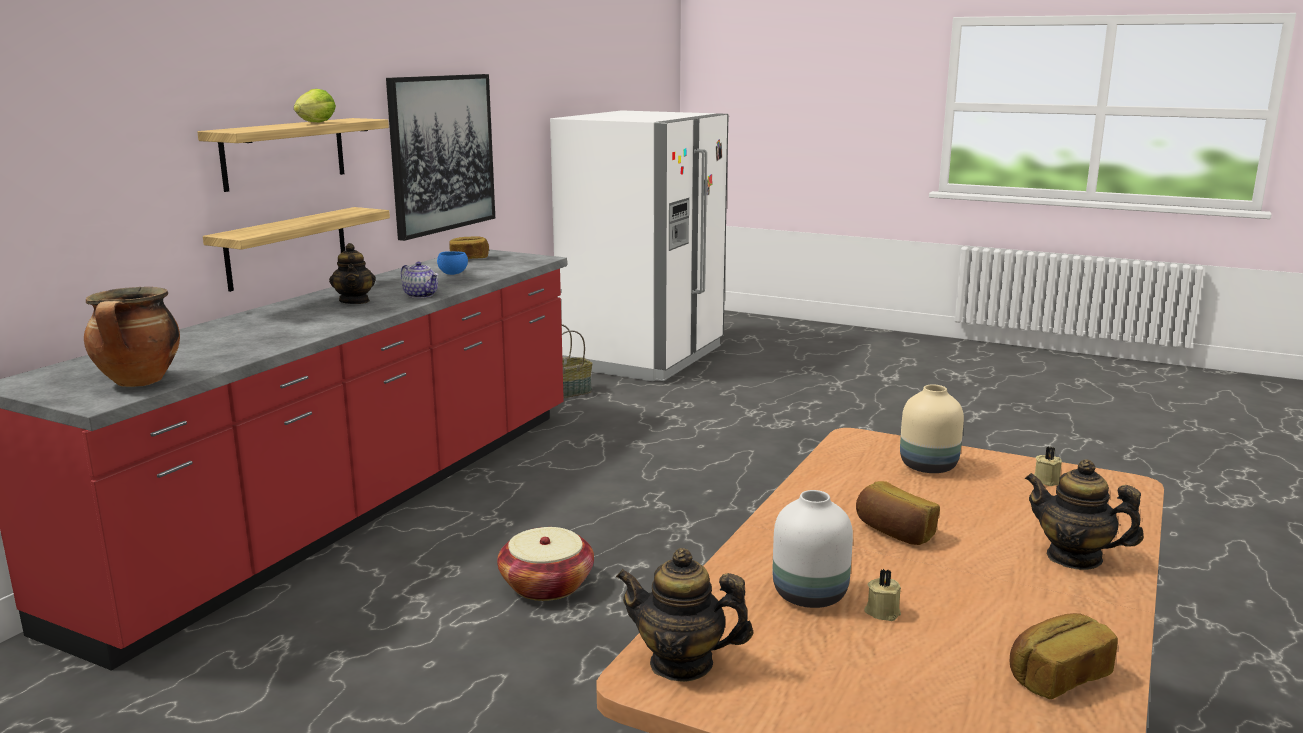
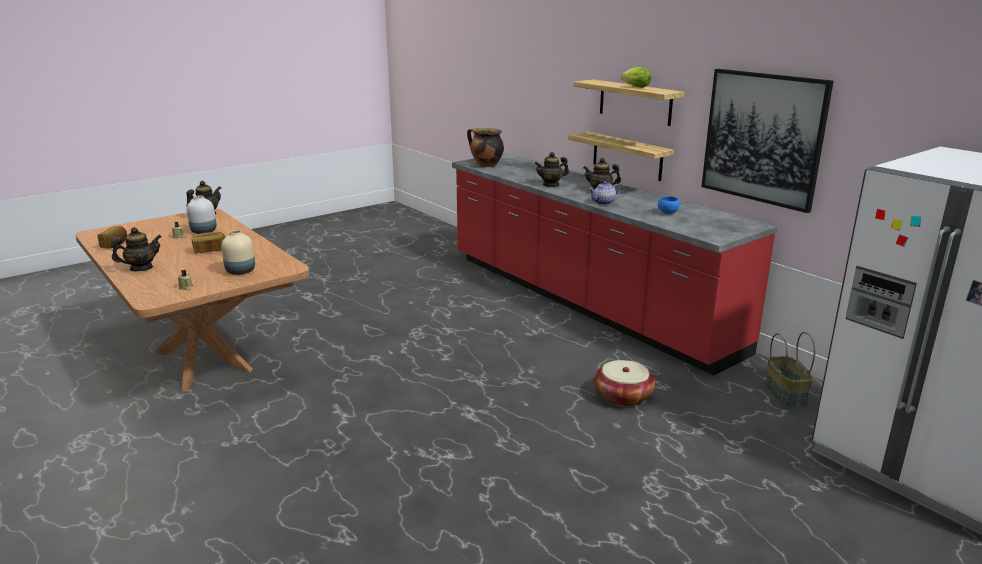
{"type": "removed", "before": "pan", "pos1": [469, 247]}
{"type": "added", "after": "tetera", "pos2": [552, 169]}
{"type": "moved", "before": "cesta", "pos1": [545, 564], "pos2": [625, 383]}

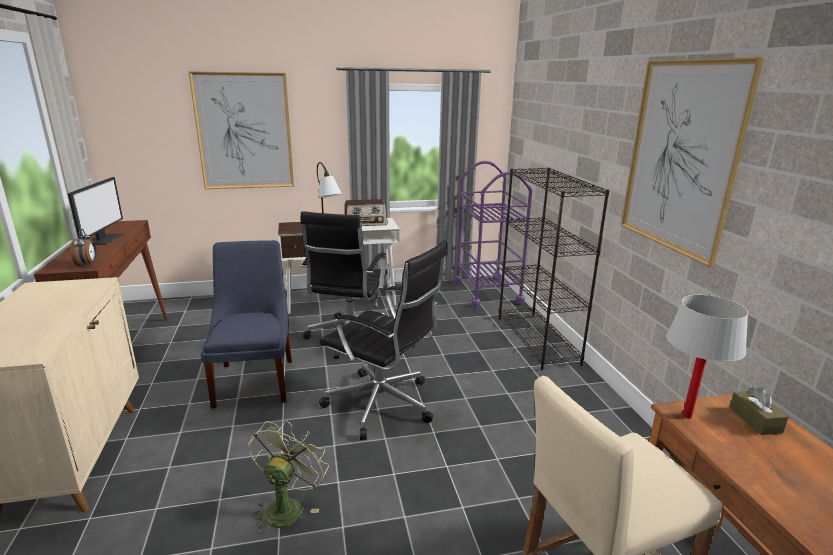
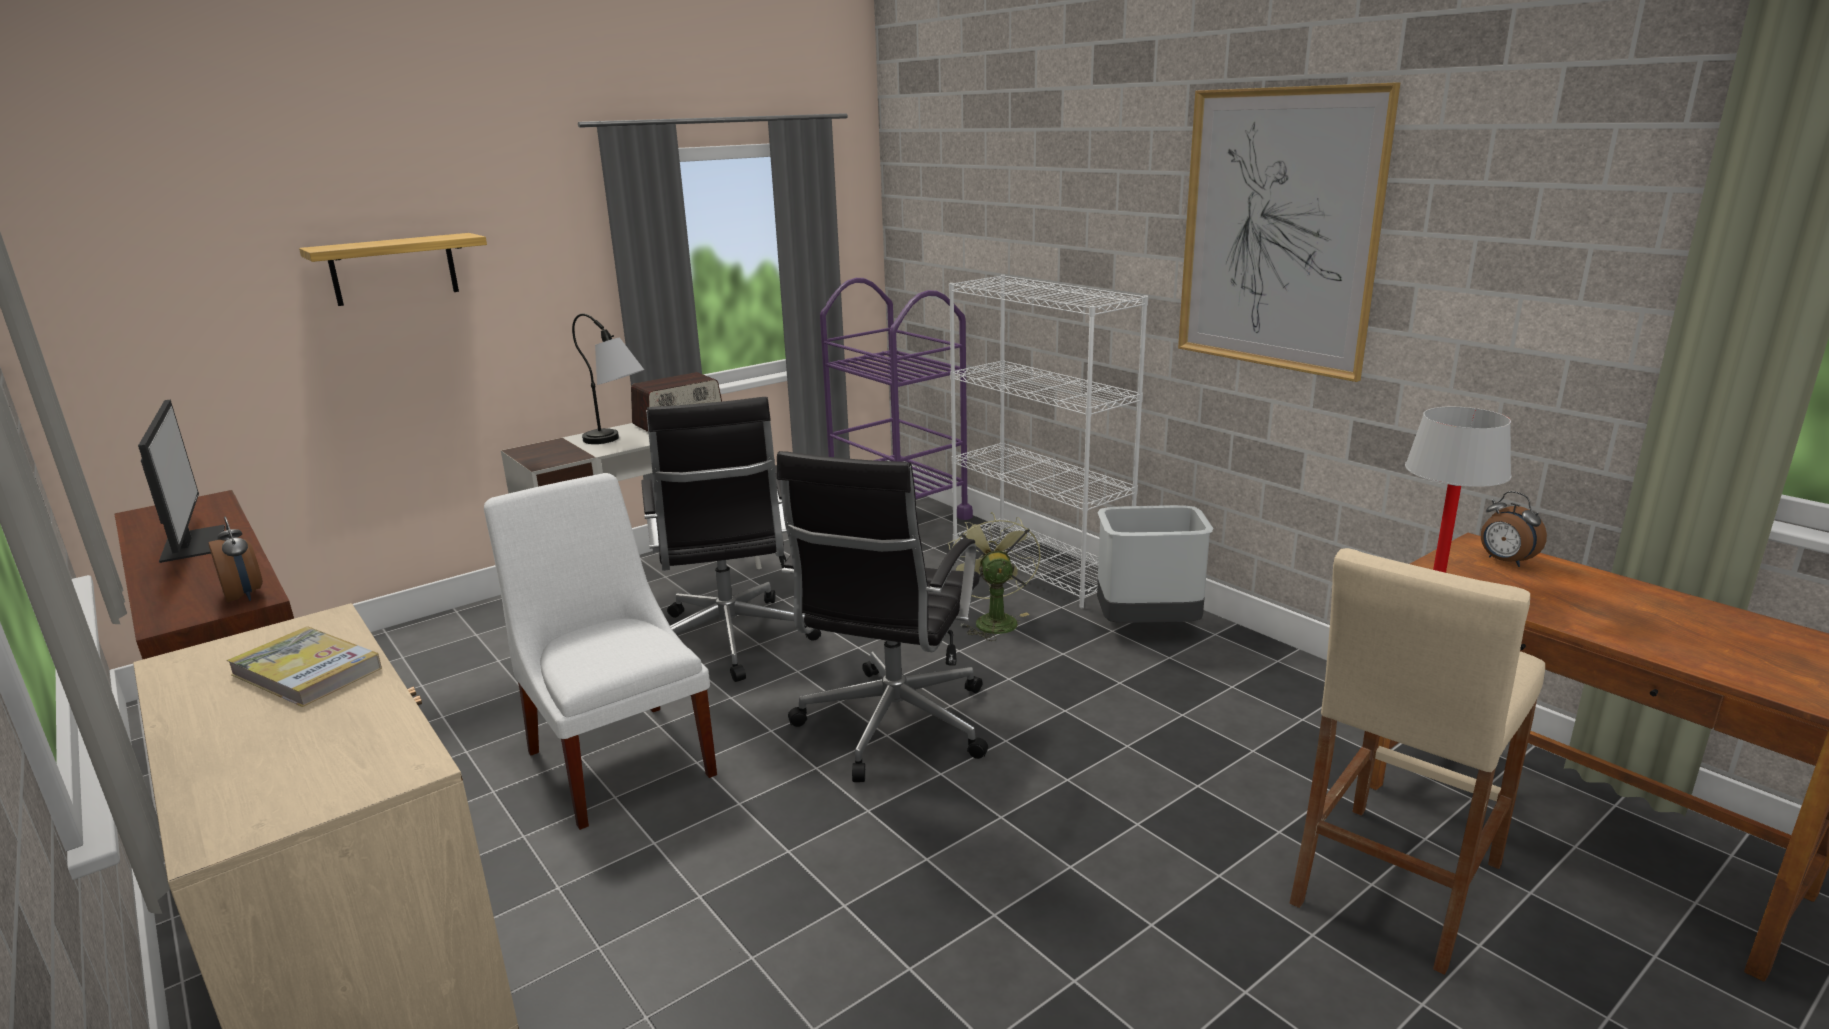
{"type": "added", "after": "libro", "pos2": [304, 666]}
{"type": "added", "after": "papelera/gris", "pos2": [1155, 566]}
{"type": "moved", "before": "ventilador/verde", "pos1": [288, 477], "pos2": [994, 576]}
{"type": "replaced", "before": "cuadro", "after": "estante", "pos1": [241, 130], "pos2": [393, 269]}
{"type": "replaced", "before": "caja de pañuelos/marrón", "after": "despertador", "pos1": [759, 411], "pos2": [1514, 529]}
{"type": "recoloured", "before": "silla/azul", "after": "silla/blanco", "pos1": [246, 324], "pos2": [600, 651]}
{"type": "recoloured", "before": "estantería/negro", "after": "estantería/blanco", "pos1": [554, 269], "pos2": [1048, 441]}
{"type": "turned", "before": "silla de oficina/negro", "pos1": [383, 340], "pos2": [882, 616], "turn": 105}

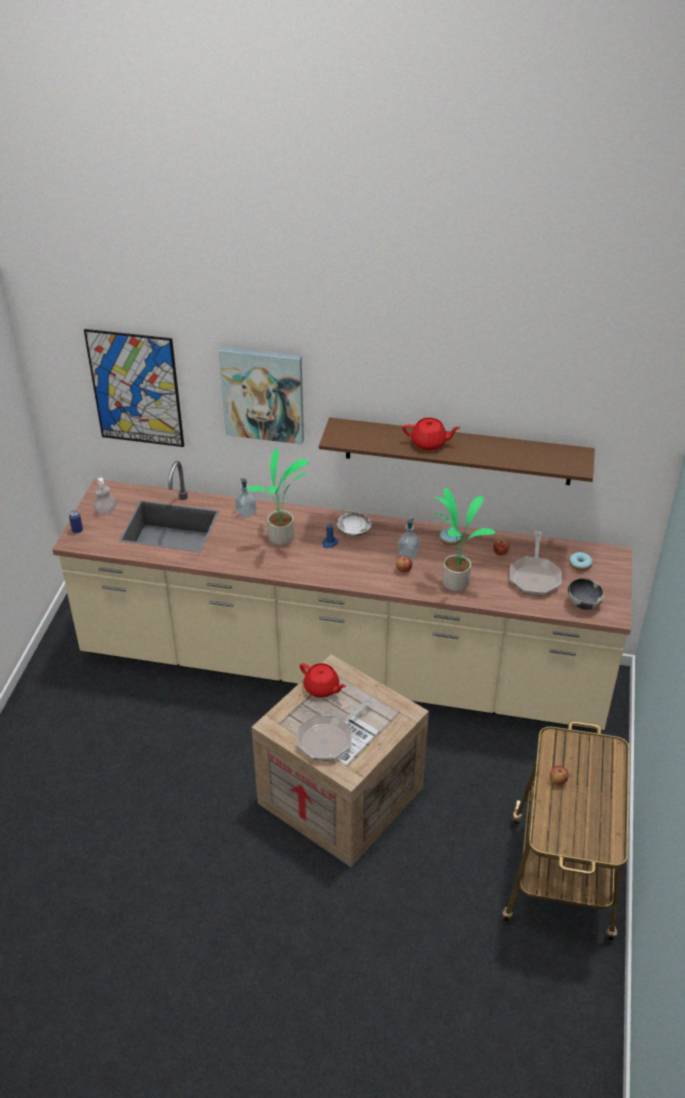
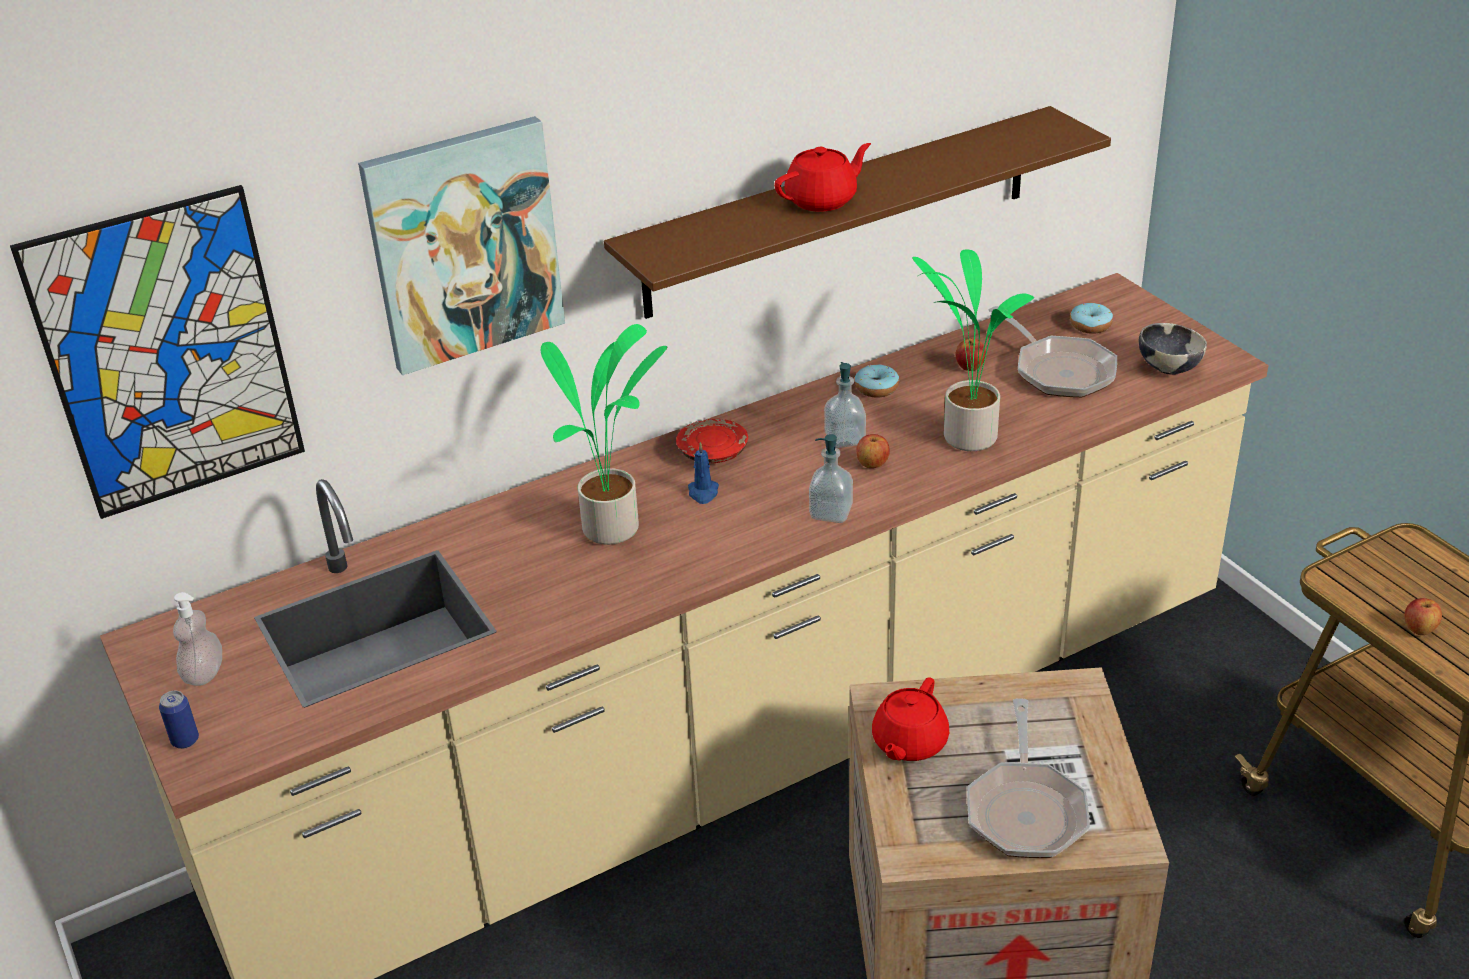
{"type": "moved", "before": "dispensador de jabón", "pos1": [246, 498], "pos2": [831, 478]}
{"type": "recoloured", "before": "plato/blanco", "after": "plato/rojo", "pos1": [354, 524], "pos2": [712, 441]}
{"type": "turned", "before": "tetera/rojo", "pos1": [323, 680], "pos2": [910, 719], "turn": 120}

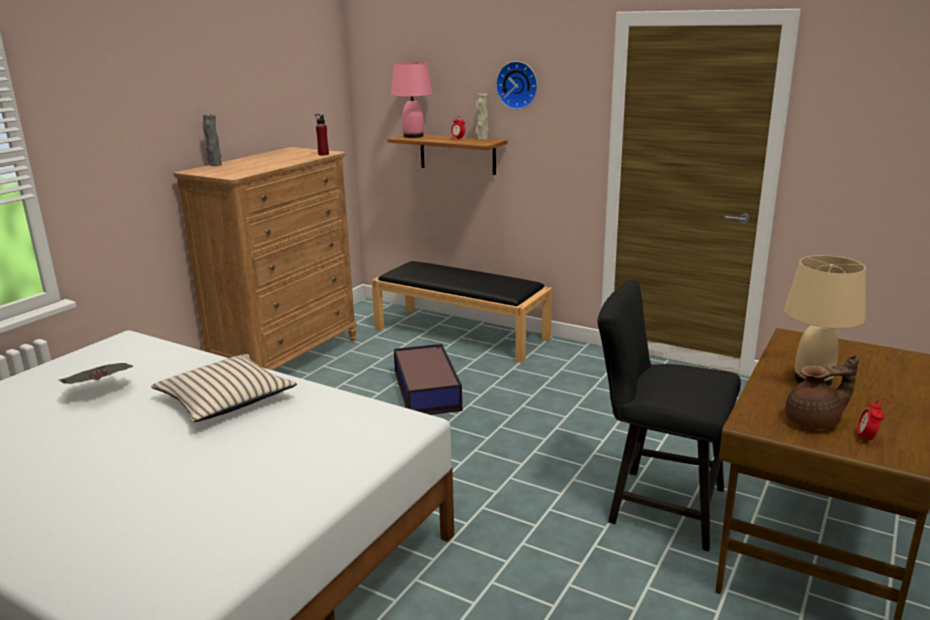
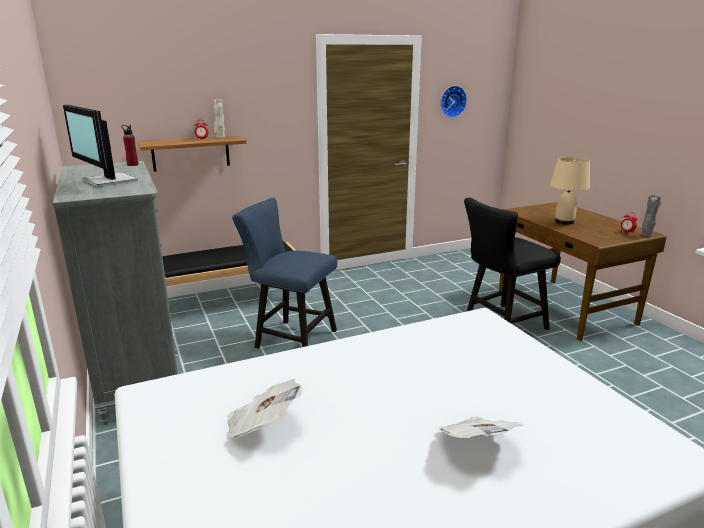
{"type": "removed", "before": "cojín/beis", "pos1": [224, 388]}
{"type": "removed", "before": "lámpara de mesa/rosa", "pos1": [412, 100]}
{"type": "removed", "before": "tetera/marrón", "pos1": [822, 392]}
{"type": "added", "after": "monitor", "pos2": [100, 146]}
{"type": "added", "after": "periódico", "pos2": [481, 427]}
{"type": "moved", "before": "florero/gris", "pos1": [212, 140], "pos2": [651, 216]}
{"type": "moved", "before": "reloj de pared", "pos1": [517, 85], "pos2": [453, 102]}
{"type": "replaced", "before": "caja de almacenaje", "after": "silla/azul", "pos1": [428, 379], "pos2": [284, 273]}
{"type": "recoloured", "before": "cómoda/marrón", "after": "cómoda/gris", "pos1": [265, 258], "pos2": [116, 293]}

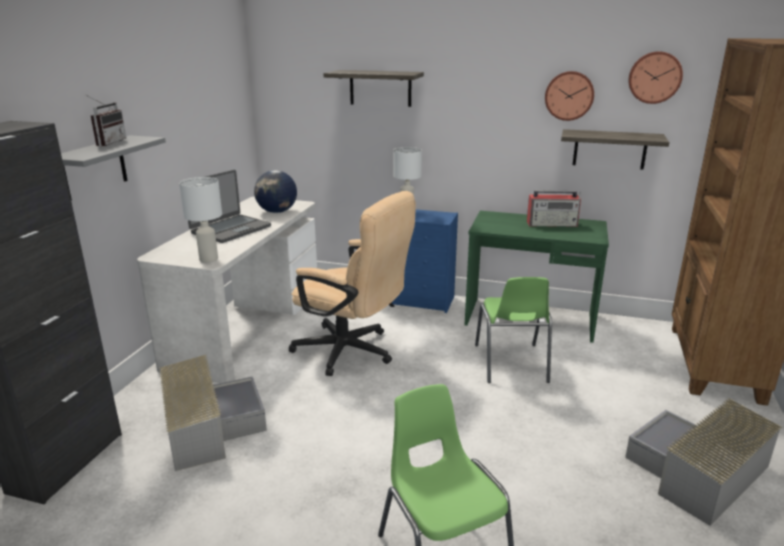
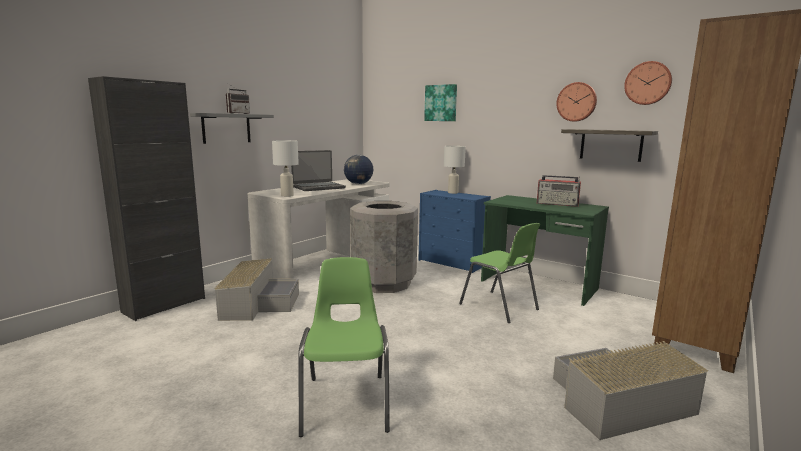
{"type": "replaced", "before": "silla de oficina/beis", "after": "papelera/gris", "pos1": [352, 283], "pos2": [384, 247]}
{"type": "replaced", "before": "estante", "after": "cuadro", "pos1": [374, 88], "pos2": [440, 102]}
{"type": "turned", "before": "silla/verde", "pos1": [513, 330], "pos2": [499, 273], "turn": -60}

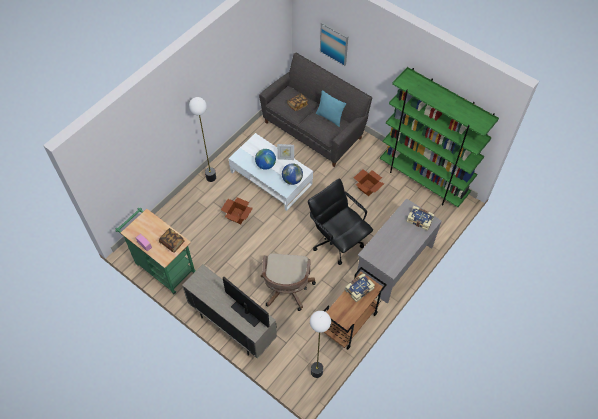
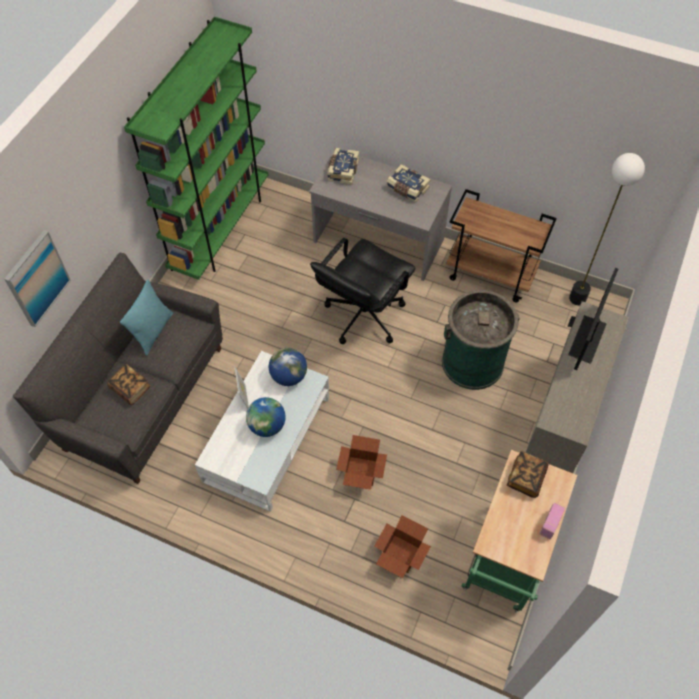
{"type": "removed", "before": "lámpara de pie", "pos1": [202, 139]}
{"type": "moved", "before": "libro", "pos1": [360, 287], "pos2": [408, 183]}
{"type": "moved", "before": "caja de cartón", "pos1": [368, 182], "pos2": [403, 546]}
{"type": "replaced", "before": "silla de oficina/marrón", "after": "papelera/verde", "pos1": [288, 282], "pos2": [481, 340]}

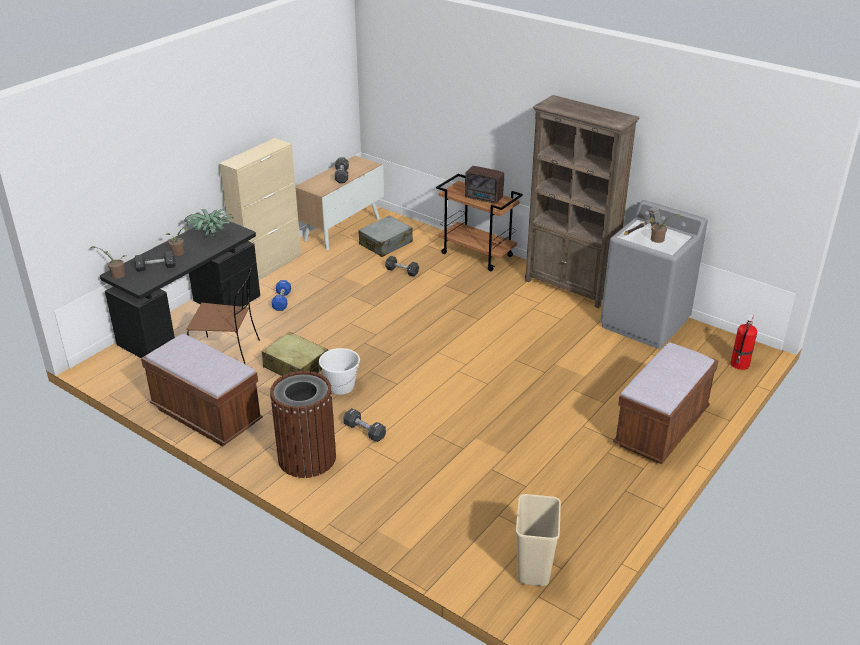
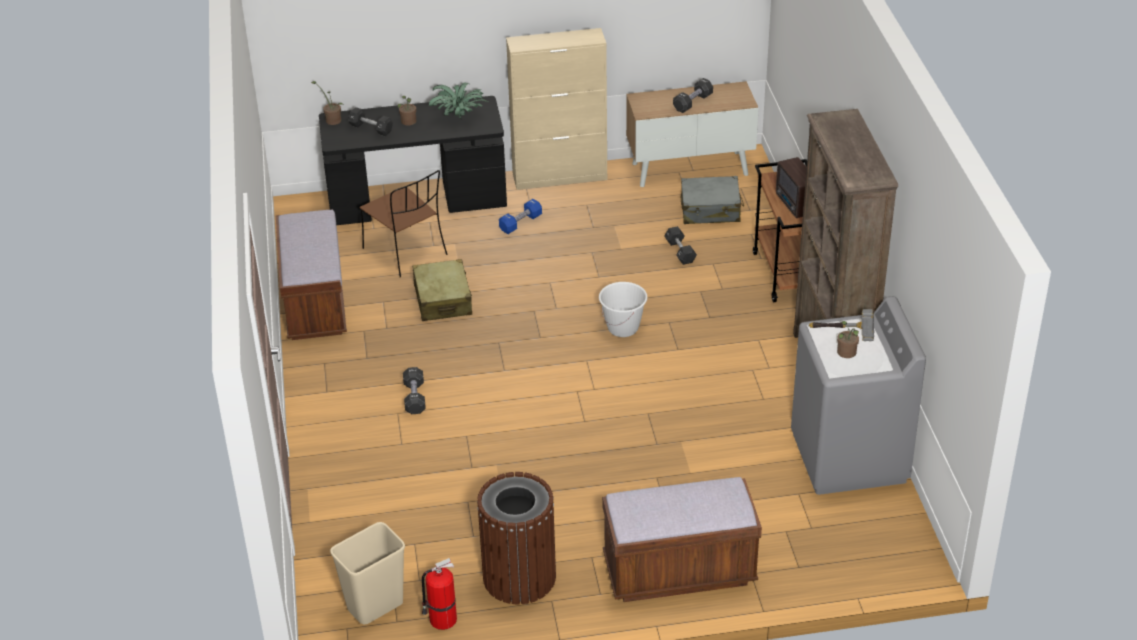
{"type": "moved", "before": "papelera/marrón", "pos1": [303, 424], "pos2": [516, 538]}
{"type": "moved", "before": "cubo/blanco", "pos1": [339, 371], "pos2": [623, 309]}
{"type": "moved", "before": "extintor", "pos1": [744, 342], "pos2": [439, 594]}

